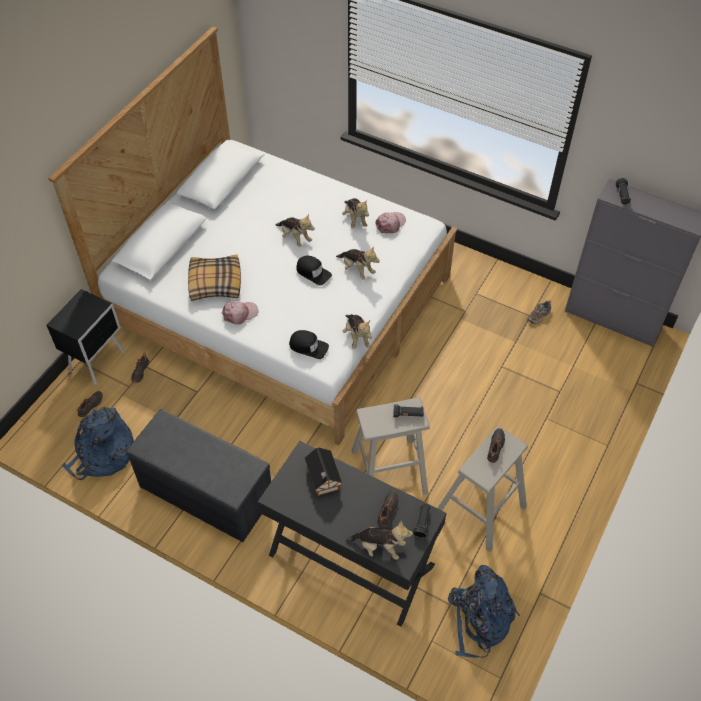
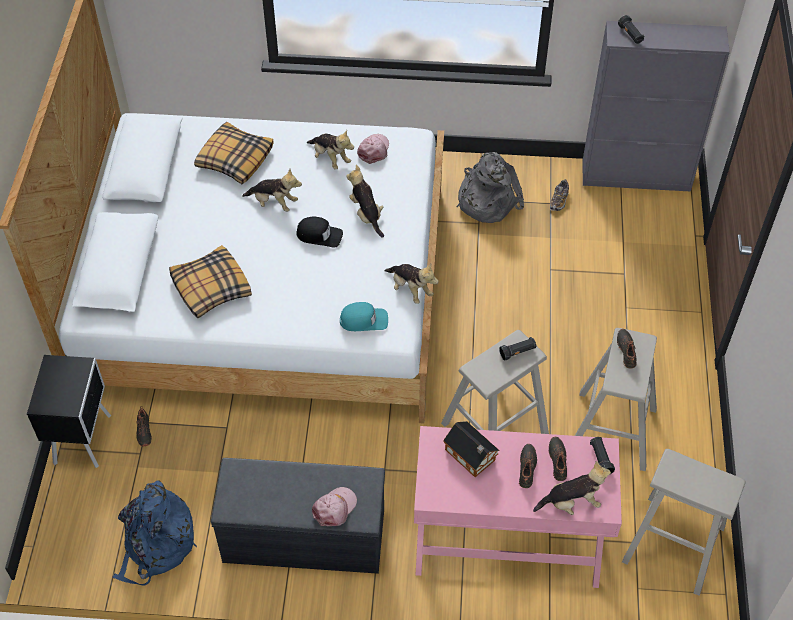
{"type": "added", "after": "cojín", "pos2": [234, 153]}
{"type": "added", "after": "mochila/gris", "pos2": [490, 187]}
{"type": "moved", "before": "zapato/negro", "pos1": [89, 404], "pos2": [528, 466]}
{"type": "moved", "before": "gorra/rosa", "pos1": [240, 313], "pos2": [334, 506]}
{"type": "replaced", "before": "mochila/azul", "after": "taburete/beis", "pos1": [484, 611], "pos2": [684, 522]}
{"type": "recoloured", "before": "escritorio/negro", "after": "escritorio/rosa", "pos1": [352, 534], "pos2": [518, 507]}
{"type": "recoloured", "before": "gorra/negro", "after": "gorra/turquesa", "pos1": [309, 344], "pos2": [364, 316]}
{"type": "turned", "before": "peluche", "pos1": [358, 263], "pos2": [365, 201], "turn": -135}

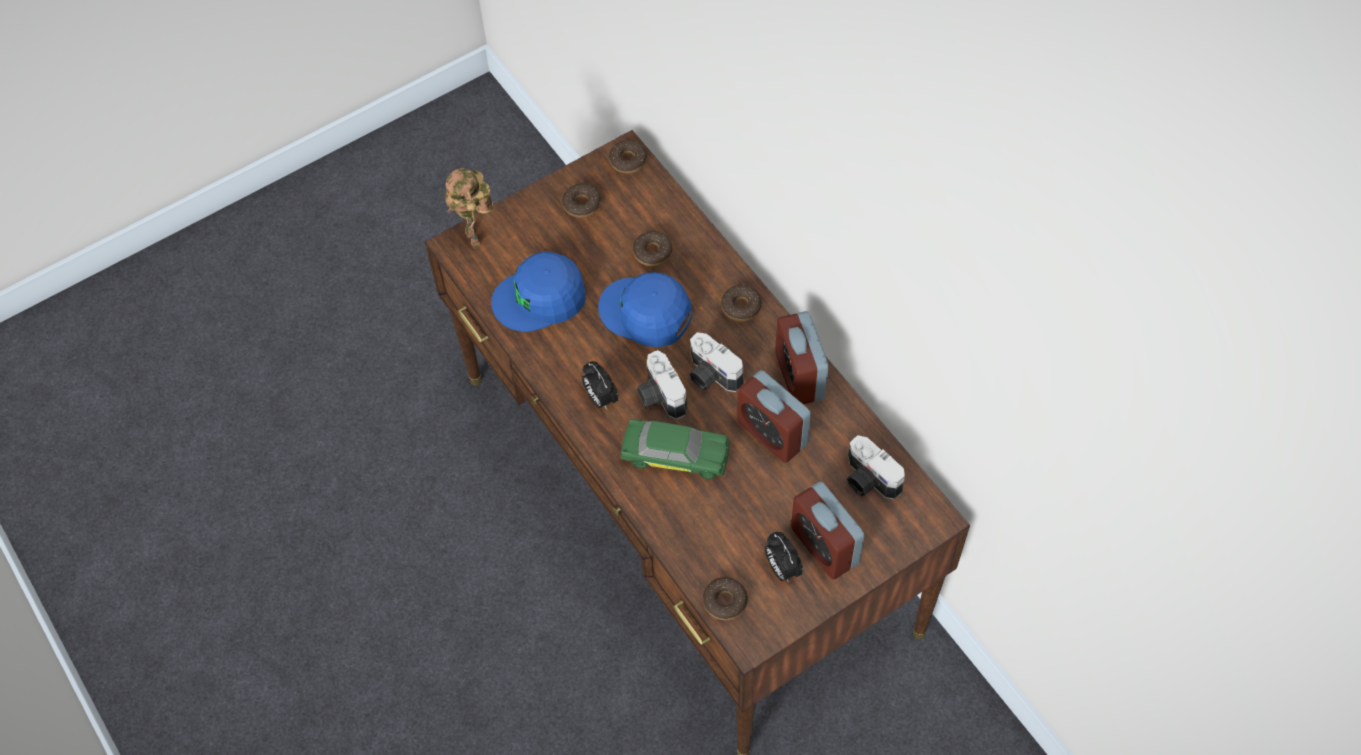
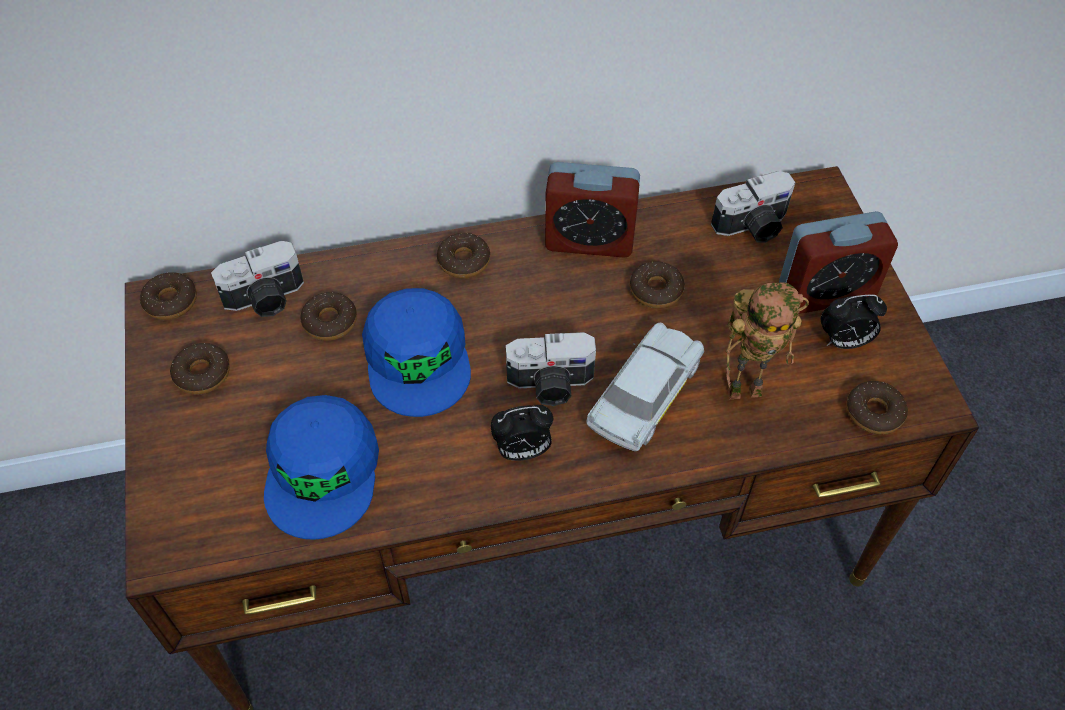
{"type": "moved", "before": "robot de juguete", "pos1": [469, 208], "pos2": [767, 340]}
{"type": "moved", "before": "cámara", "pos1": [716, 362], "pos2": [257, 279]}
{"type": "replaced", "before": "despertador", "after": "rosquilla", "pos1": [774, 416], "pos2": [657, 284]}
{"type": "recoloured", "before": "coche de juguete/verde", "after": "coche de juguete/blanco", "pos1": [675, 449], "pos2": [645, 387]}
{"type": "turned", "before": "gorra/azul", "pos1": [645, 309], "pos2": [416, 352], "turn": -60}

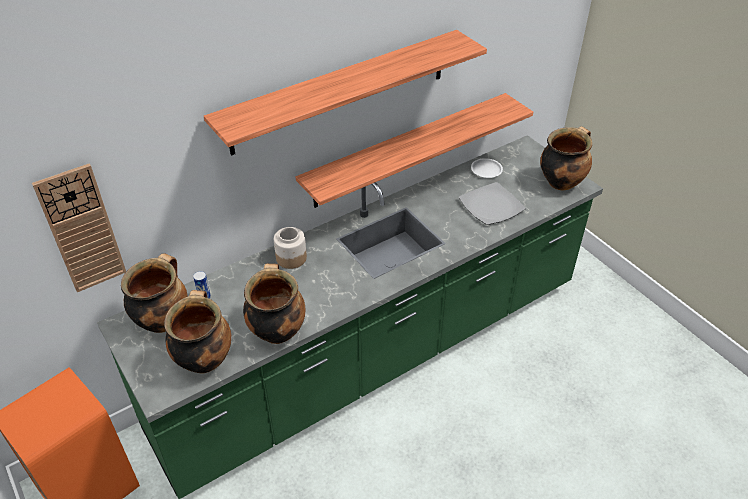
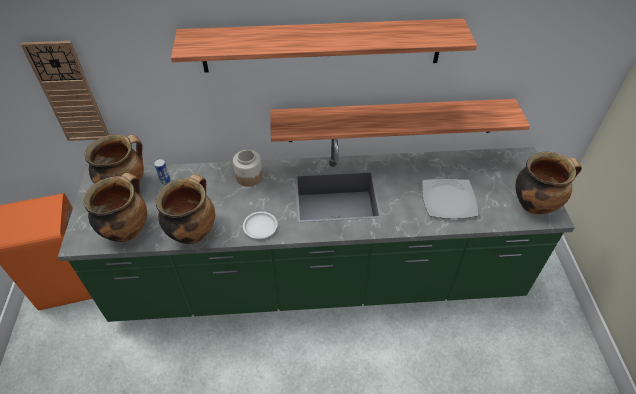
{"type": "moved", "before": "plato/blanco", "pos1": [487, 168], "pos2": [260, 225]}

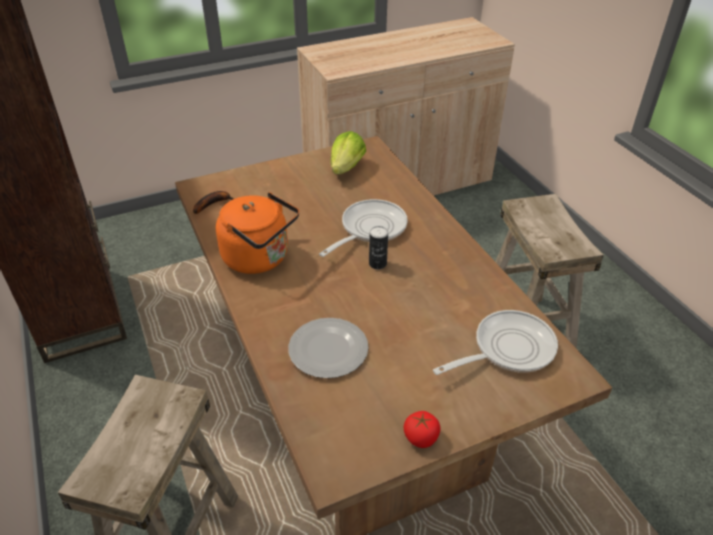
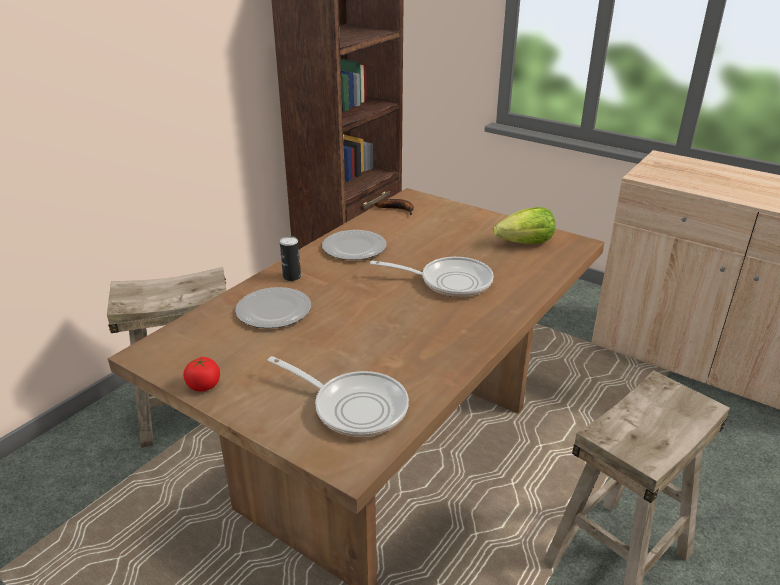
{"type": "moved", "before": "lata", "pos1": [378, 247], "pos2": [290, 258]}
{"type": "replaced", "before": "hervidor/naranja", "after": "plato", "pos1": [257, 233], "pos2": [354, 245]}

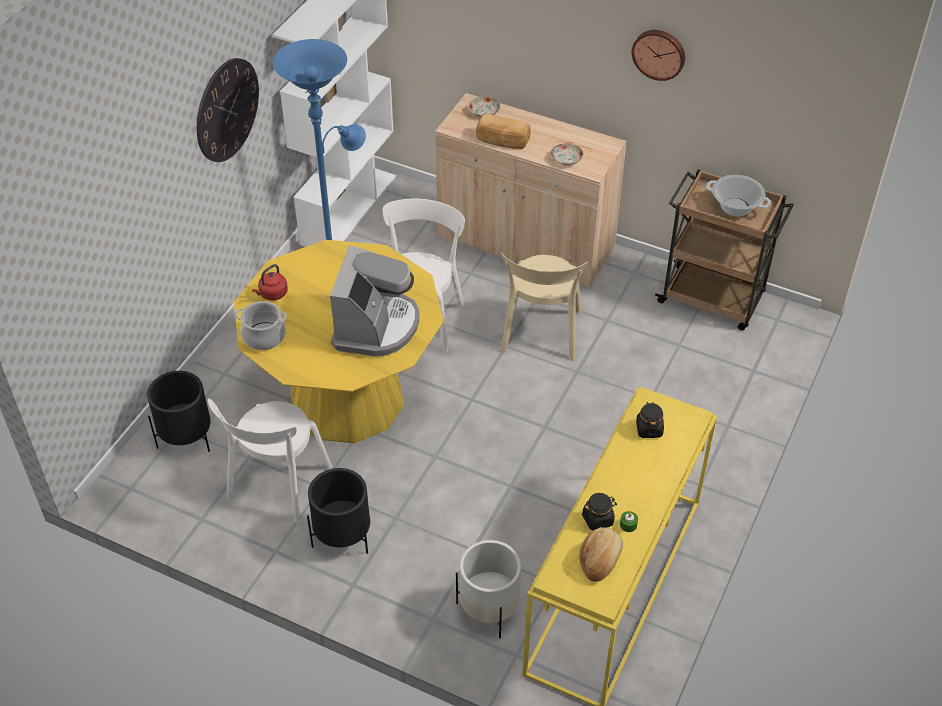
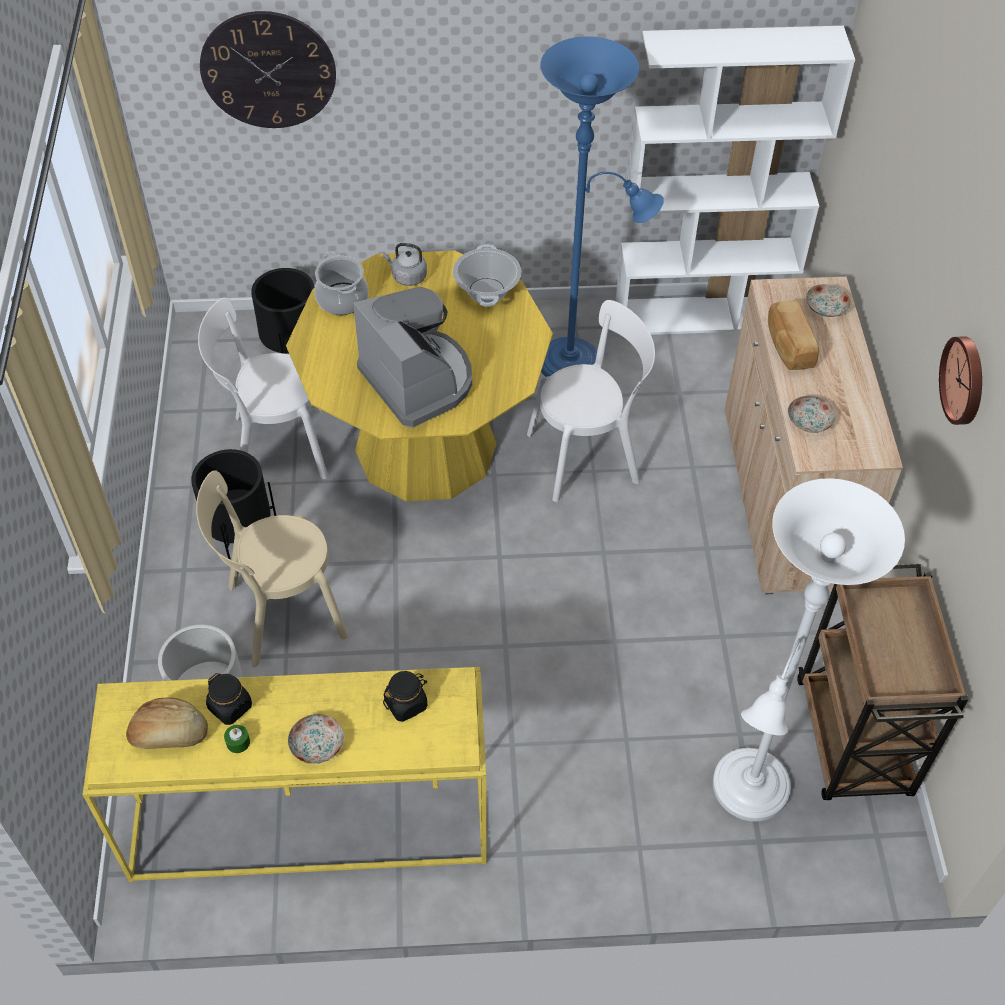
{"type": "added", "after": "plato", "pos2": [316, 739]}
{"type": "added", "after": "lámpara de pie/blanco", "pos2": [809, 650]}
{"type": "moved", "before": "reloj de pared", "pos1": [228, 110], "pos2": [268, 69]}
{"type": "moved", "before": "silla/beis", "pos1": [544, 306], "pos2": [272, 568]}
{"type": "moved", "before": "olla", "pos1": [738, 195], "pos2": [487, 275]}
{"type": "recoloured", "before": "hervidor/rojo", "after": "hervidor/gris", "pos1": [270, 282], "pos2": [405, 264]}
{"type": "turned", "before": "cafetera", "pos1": [374, 301], "pos2": [413, 357], "turn": -105}

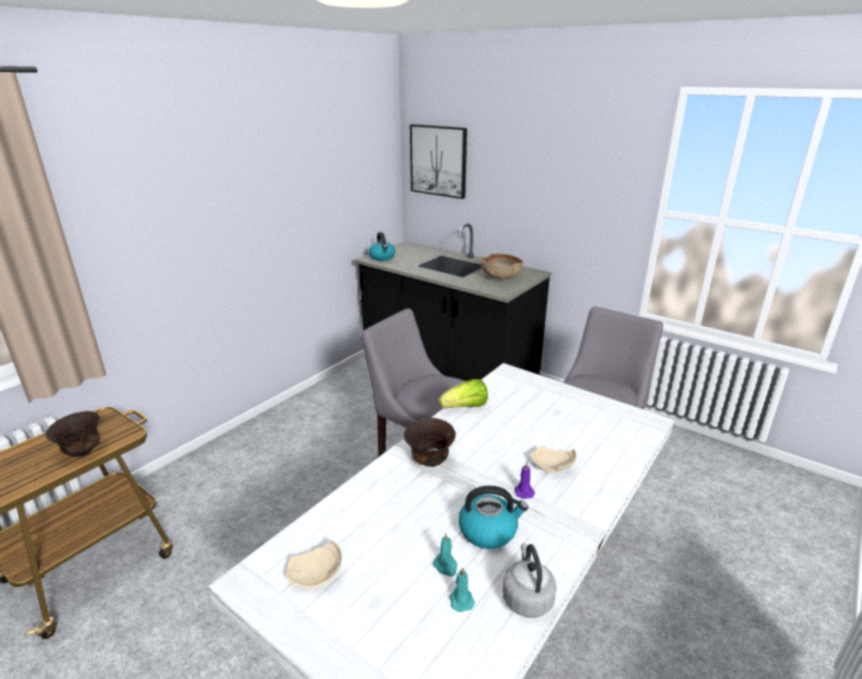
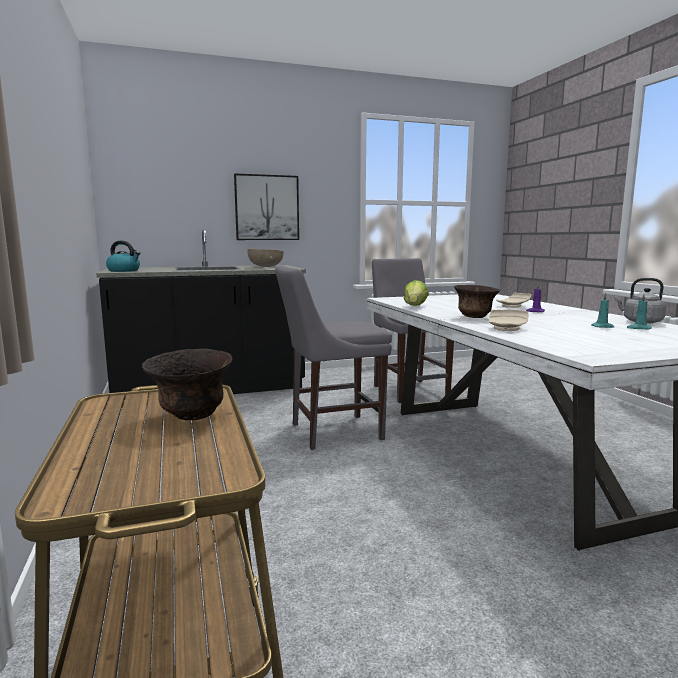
{"type": "removed", "before": "hervidor", "pos1": [493, 517]}
{"type": "moved", "before": "plato/beis", "pos1": [313, 564], "pos2": [508, 320]}
{"type": "moved", "before": "cuadro", "pos1": [438, 161], "pos2": [266, 206]}

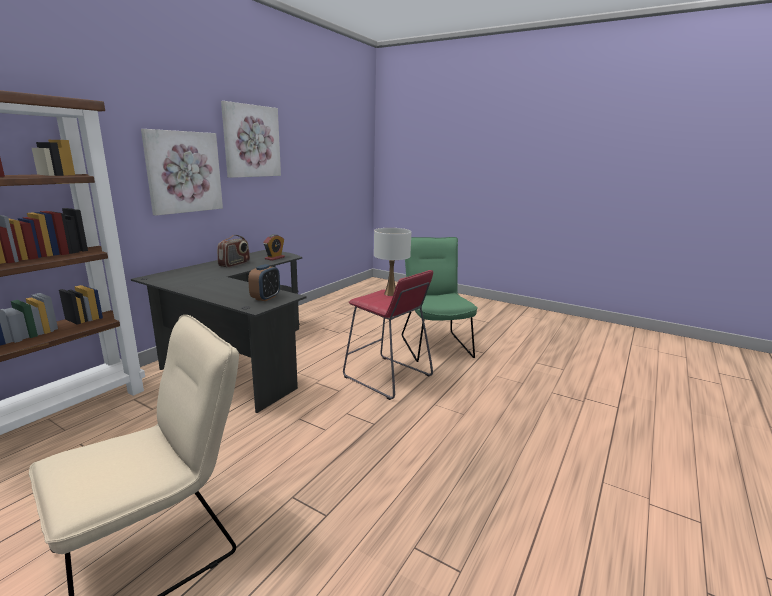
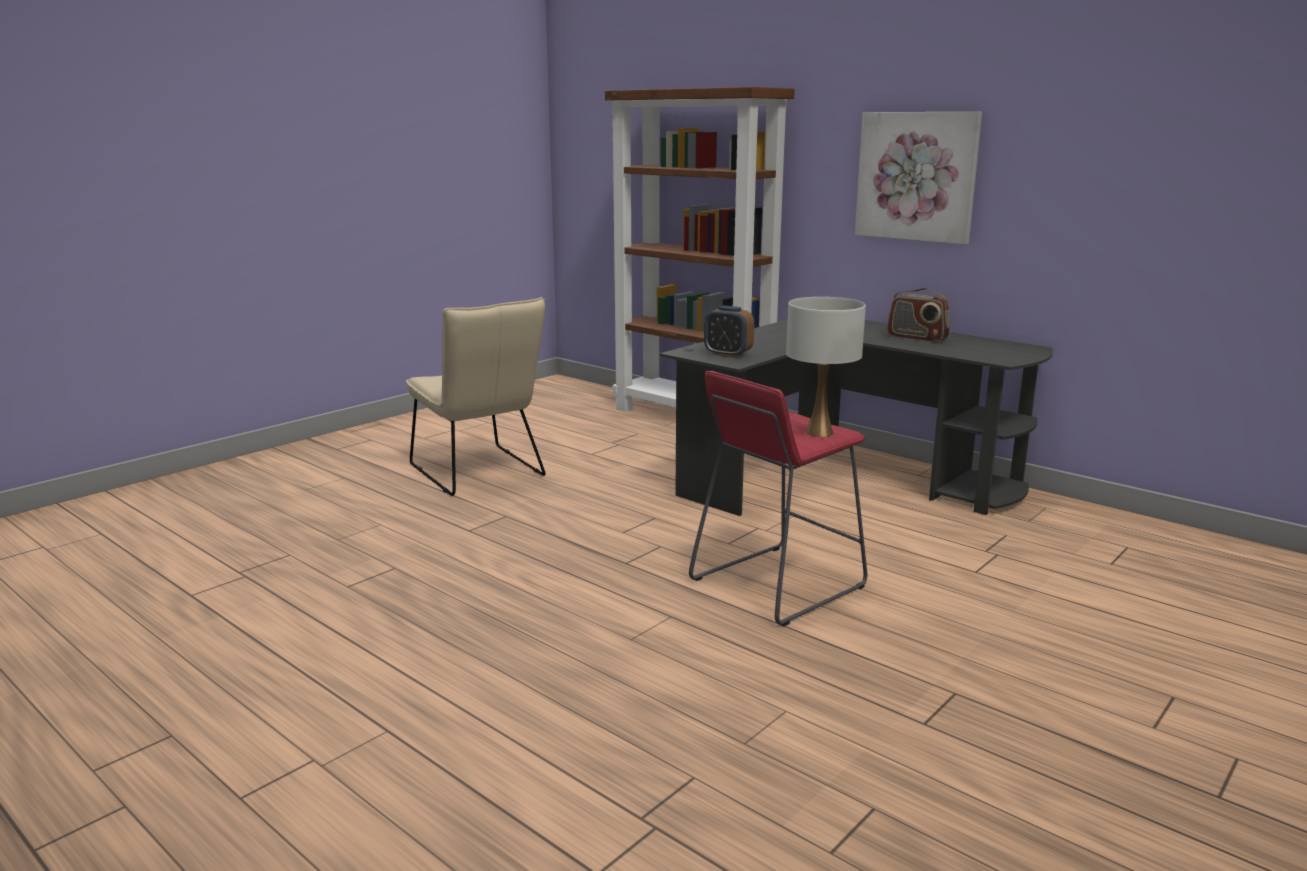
{"type": "removed", "before": "cuadro", "pos1": [251, 139]}
{"type": "removed", "before": "despertador", "pos1": [274, 247]}
{"type": "removed", "before": "silla/verde", "pos1": [440, 299]}

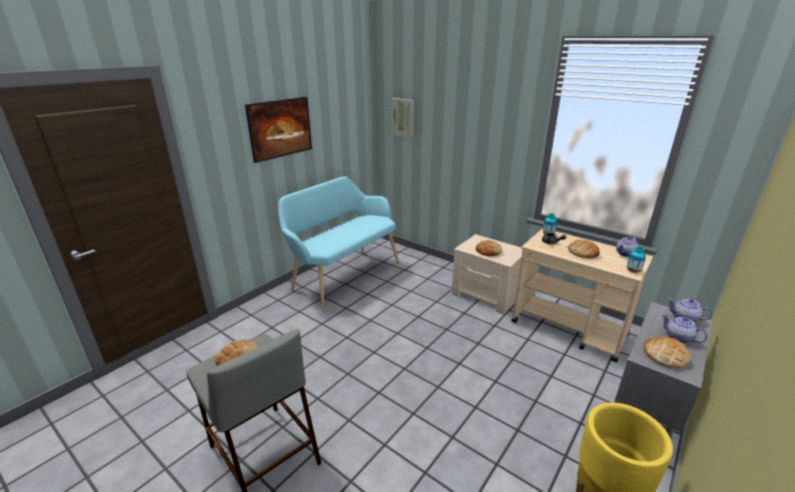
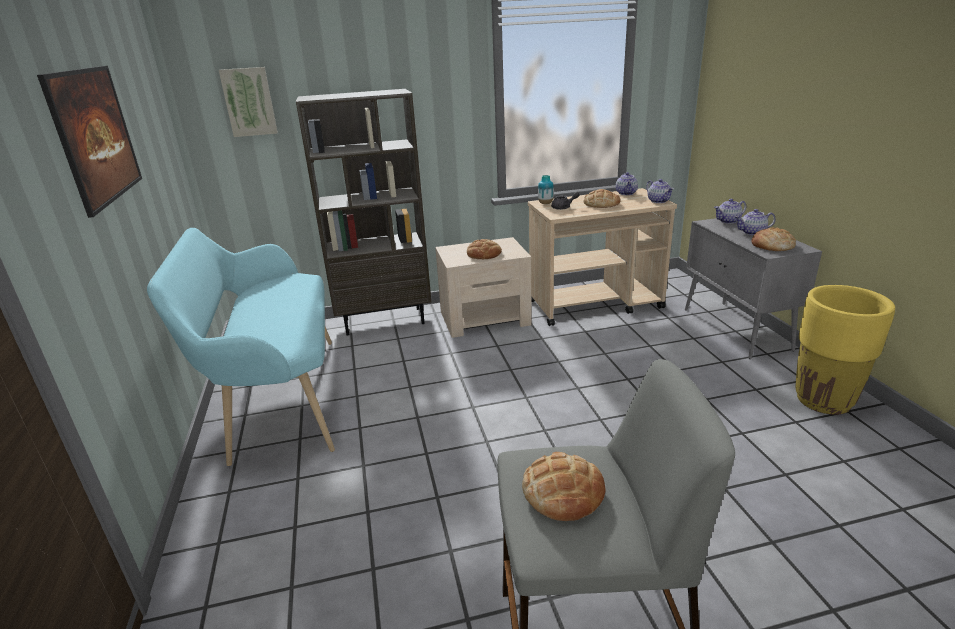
{"type": "added", "after": "estantería/marrón", "pos2": [363, 212]}
{"type": "replaced", "before": "florero", "after": "tetera", "pos1": [636, 259], "pos2": [660, 191]}

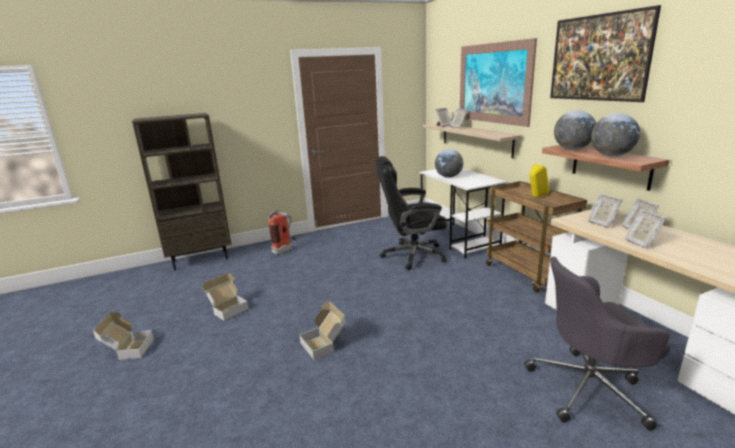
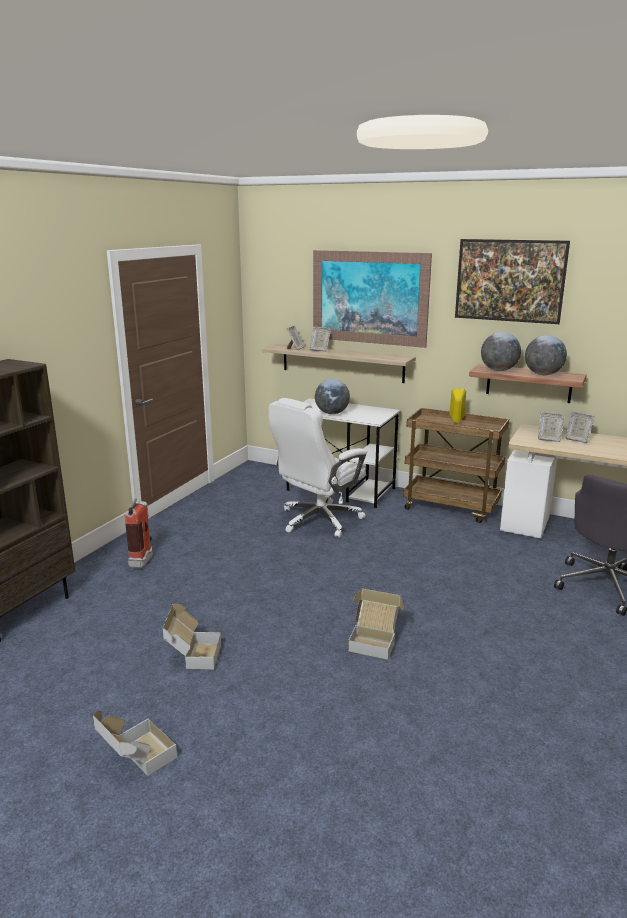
{"type": "removed", "before": "portarretratos", "pos1": [645, 229]}
{"type": "recoloured", "before": "silla de oficina/negro", "after": "silla de oficina/blanco", "pos1": [411, 213], "pos2": [318, 468]}

